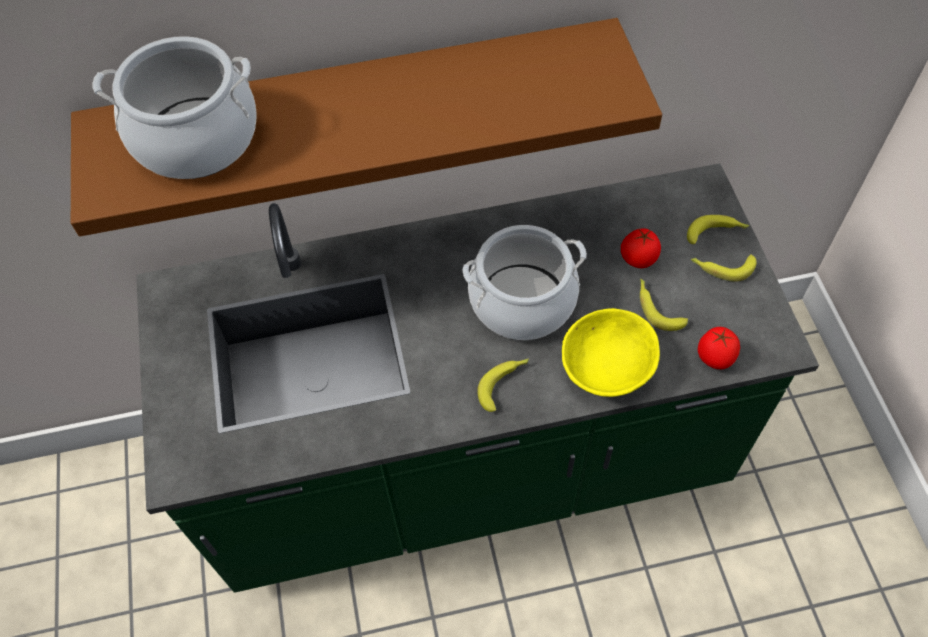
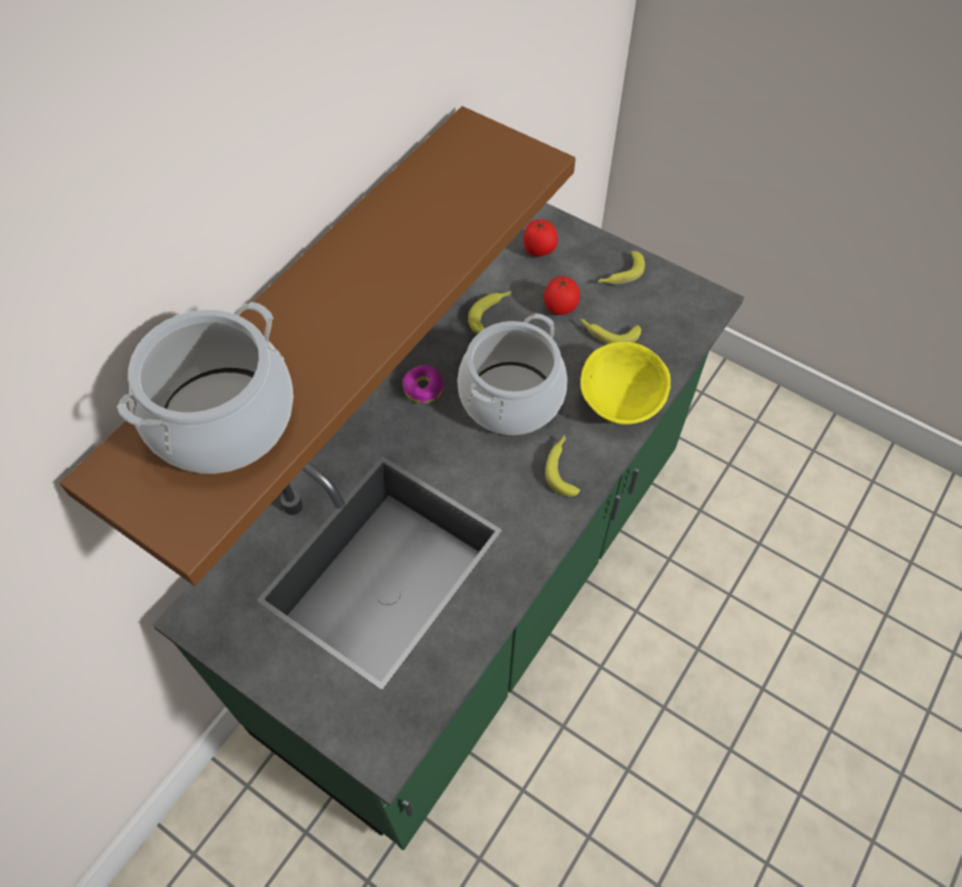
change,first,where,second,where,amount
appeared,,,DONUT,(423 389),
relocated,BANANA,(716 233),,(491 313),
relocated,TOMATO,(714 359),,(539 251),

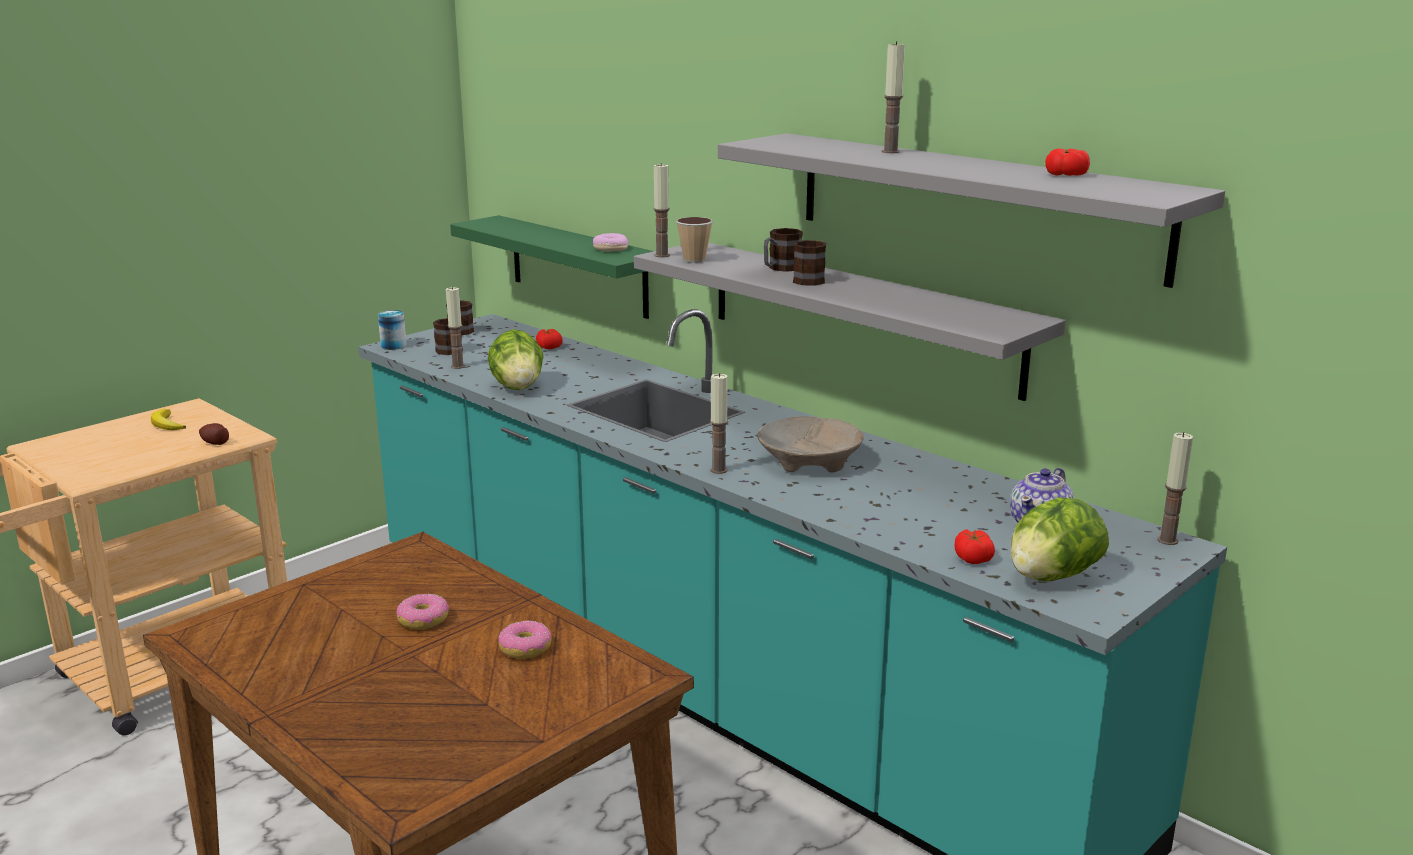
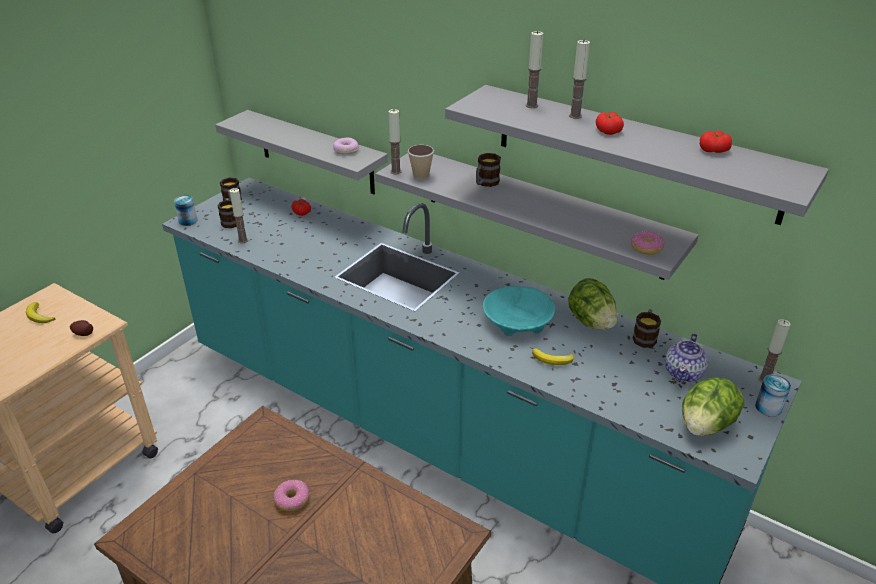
change,first,where,second,where,amount
colour,GREEN SHELF,(578 266),GREY SHELF,(316 152),
colour,BEIGE BOWL,(809 460),TURQUOISE BOWL,(517 321),
relocated,CANDLE,(718 470),,(531 105),
appeared,,,BANANA,(553 360),
relocated,LETTUCE,(518 387),,(591 322),
relocated,TOMATO,(972 558),,(608 131),
relocated,DONUT,(525 648),,(646 248),
relocated,MUG,(812 279),,(645 337),
appeared,,,CAN,(768 407),

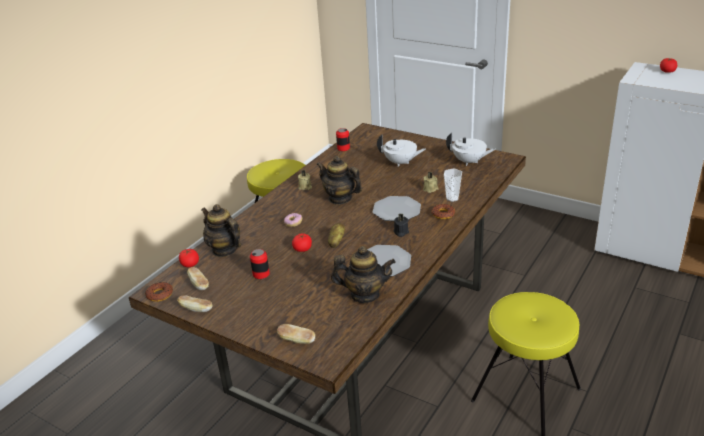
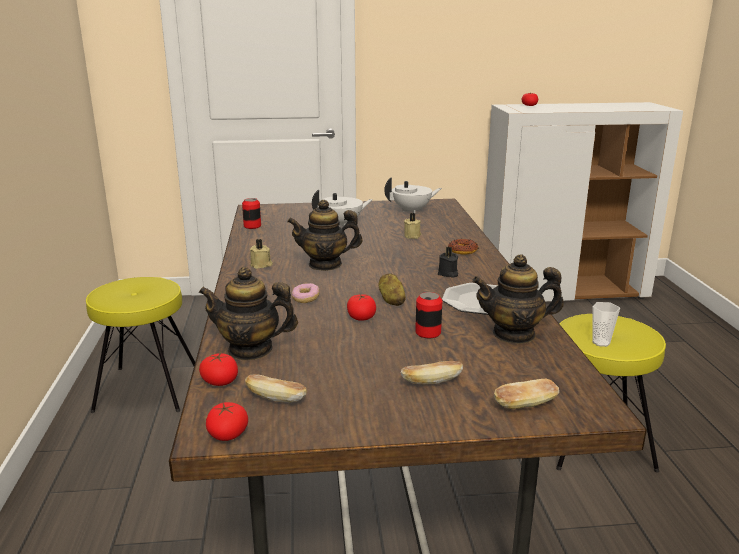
change,first,where,second,where,amount
exchanged,DONUT,(159 295),TOMATO,(228 434),
relocated,BREAD,(196 309),,(431 382),
relocated,CAN,(261 274),,(428 333),
spun,TEAPOT,(364 294),,(514 334),150 degrees counterclockwise
relocated,CUP,(452 198),,(601 343),
missing,PLATE,(396 210),,,

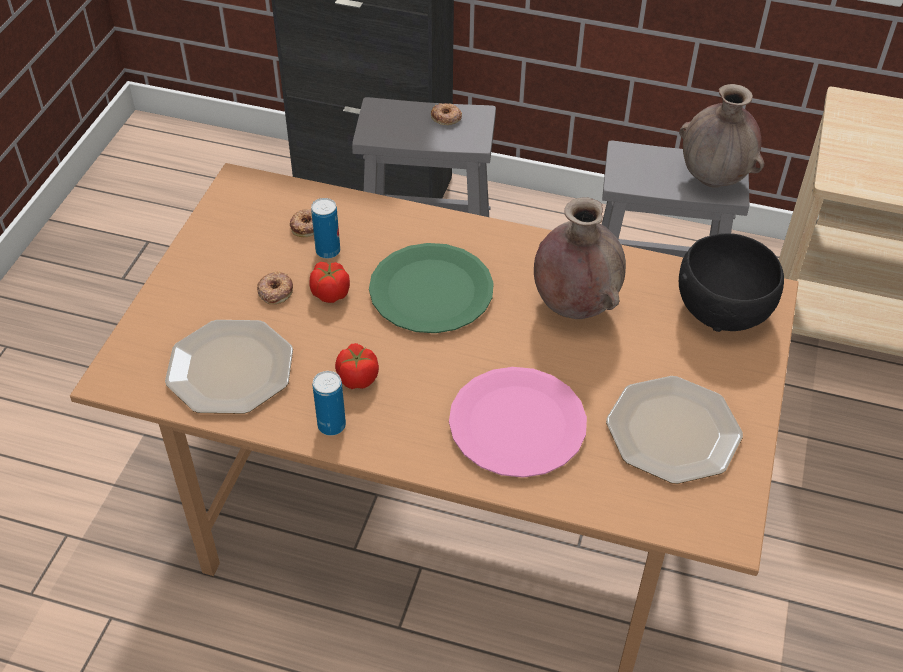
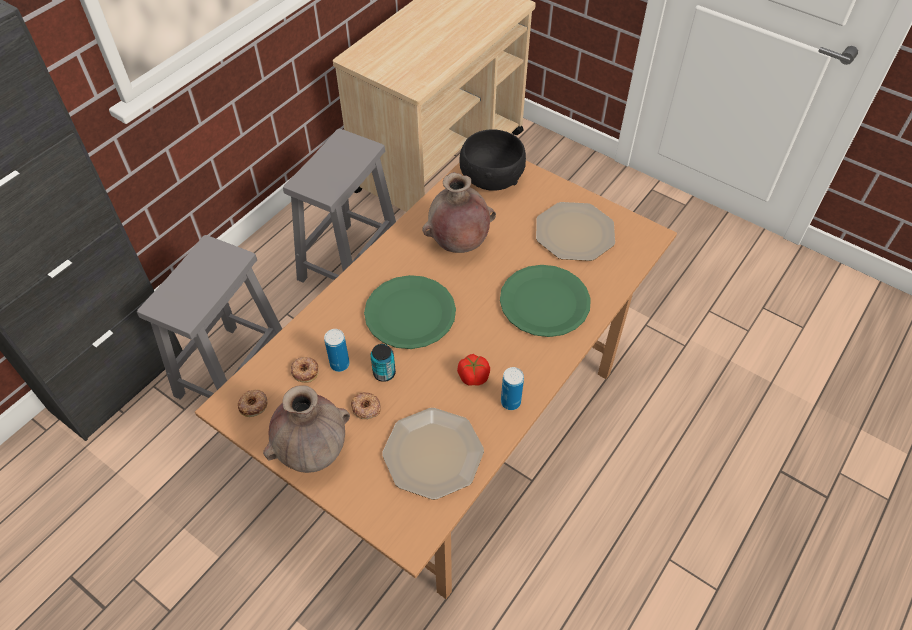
change,first,where,second,where,amount
relocated,DONUT,(446 117),,(253 405),
relocated,BROWN VASE,(714 180),,(313 453),
exchanged,TOMATO,(330 293),CAN,(384 373),
colour,PINK PLATE,(518 424),GREEN PLATE,(544 302),

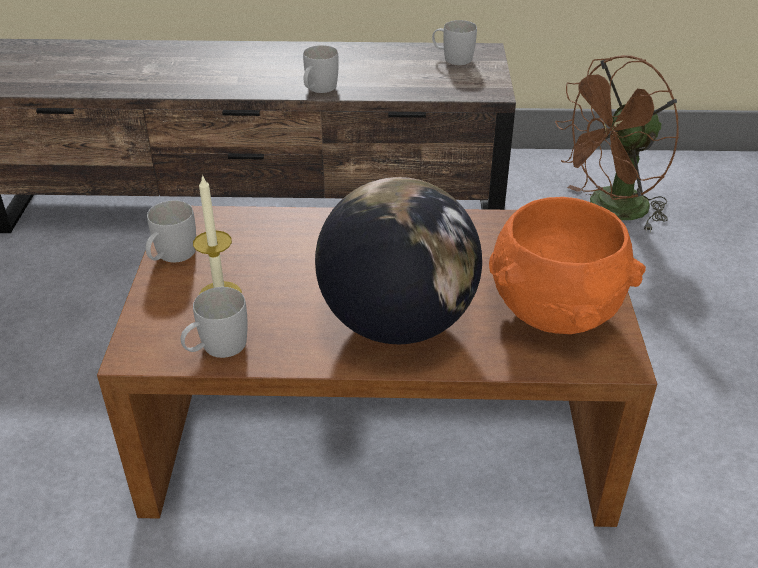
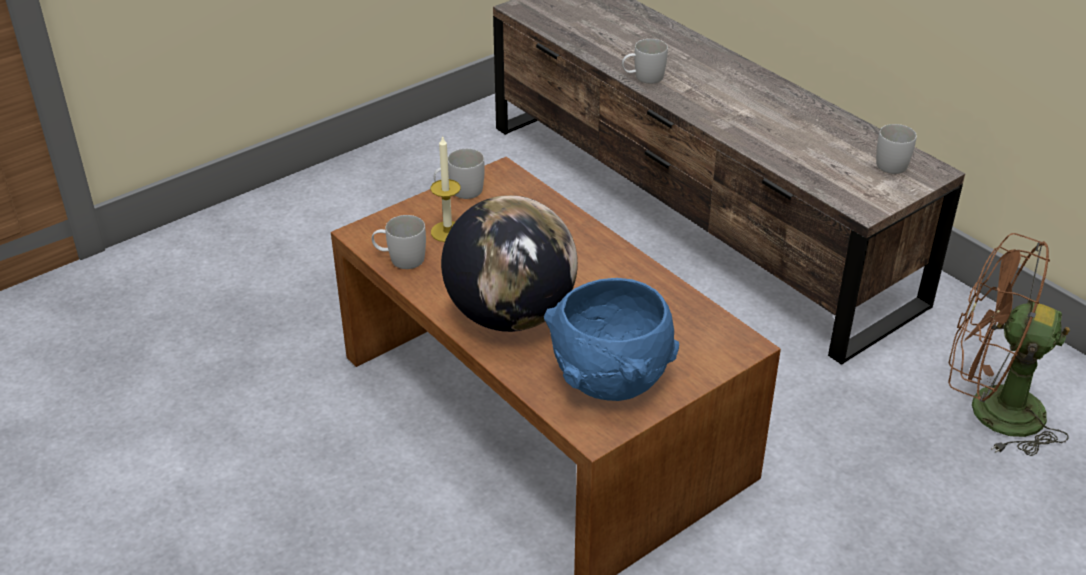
change,first,where,second,where,amount
colour,ORANGE BOWL,(555 313),BLUE BOWL,(610 380),
relocated,WHITE MUG,(318 89),,(643 78),

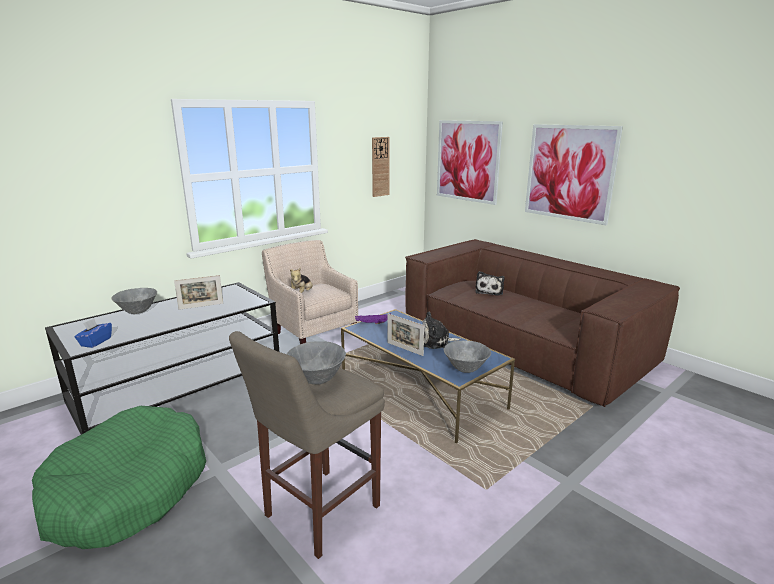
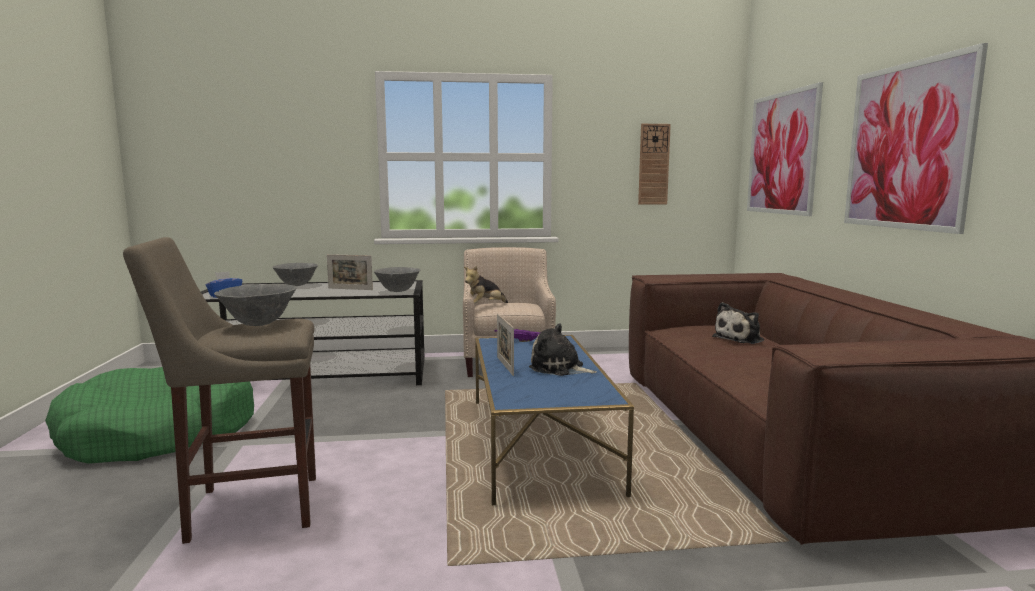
change,first,where,second,where,amount
relocated,GREY BOWL,(466 369),,(398 291),

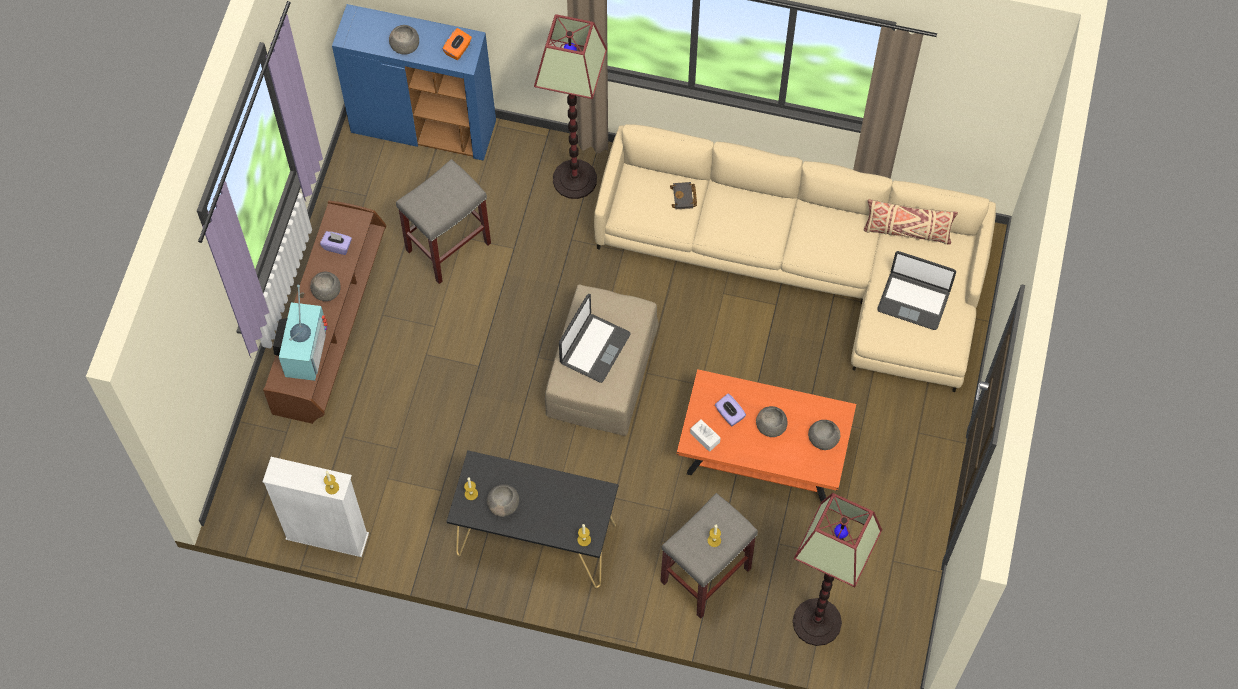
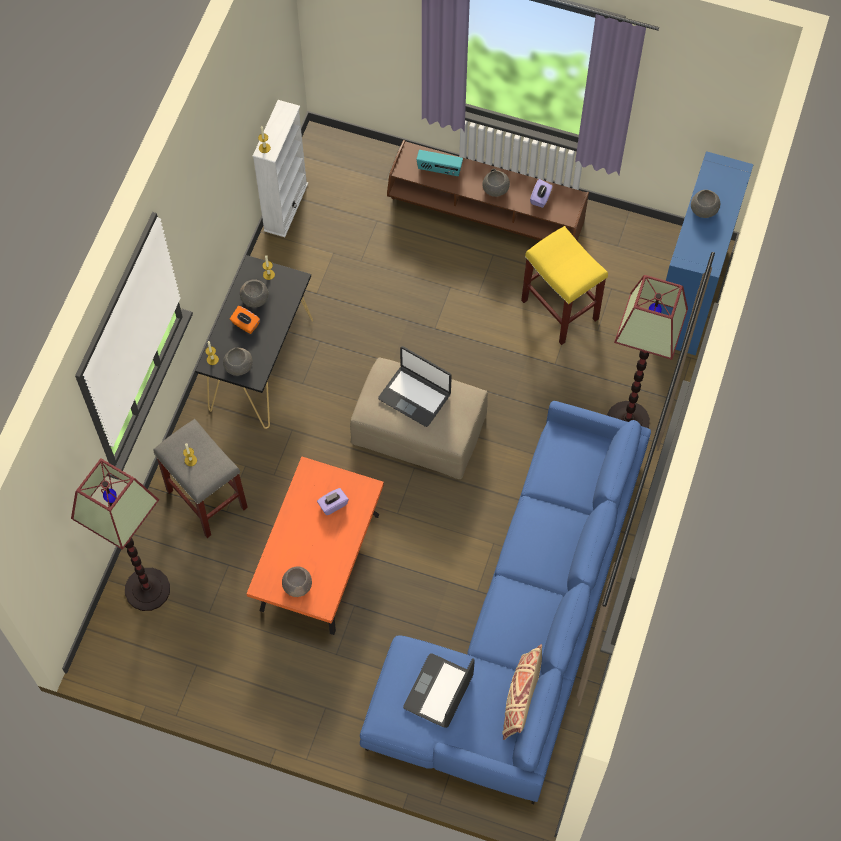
change,first,where,second,where,amount
relocated,GREY BOWL,(771 427),,(238 367),
relocated,ORANGE TISSUE BOX,(458 50),,(245 324),
colour,BEIGE SOFA,(808 264),BLUE SOFA,(519 626),
exchanged,TELEVISION,(302 350),RADIO,(439 170),
colour,GREY STOOL,(449 245),YELLOW STOOL,(561 310),
missing,BLACK BOOK,(684 197),,,
missing,WHITE TISSUE BOX,(705 437),,,

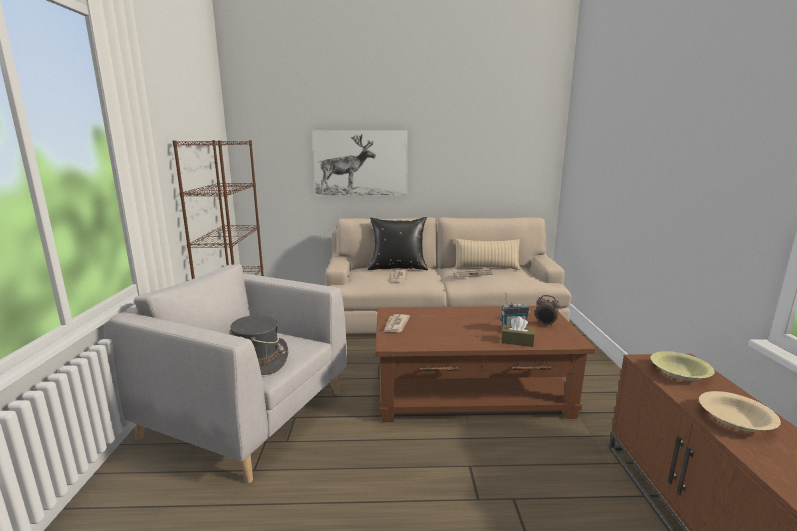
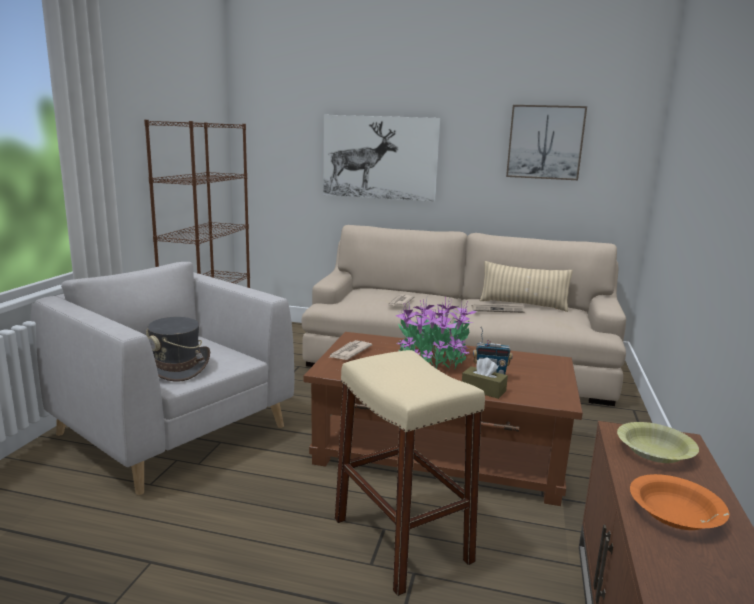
change,first,where,second,where,amount
appeared,,,BEIGE STOOL,(401 540),
appeared,,,POTTED PLANT,(433 359),
appeared,,,PICTURE,(545 142),
colour,BEIGE BOWL,(735 420),ORANGE BOWL,(675 514),
missing,BLACK PILLOW,(397 267),,,
missing,ALARM CLOCK,(545 324),,,

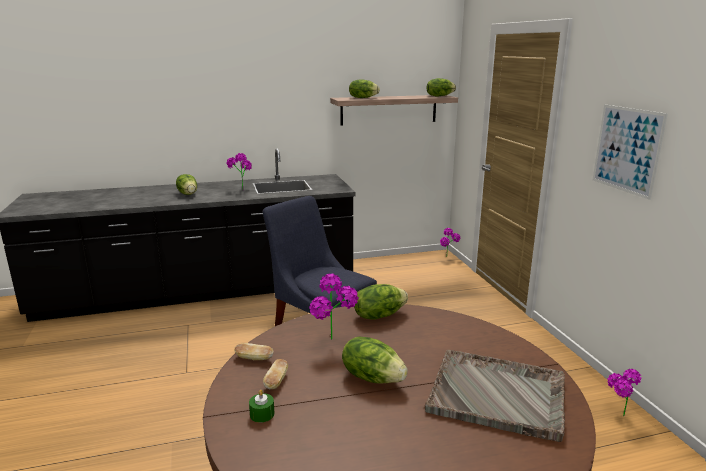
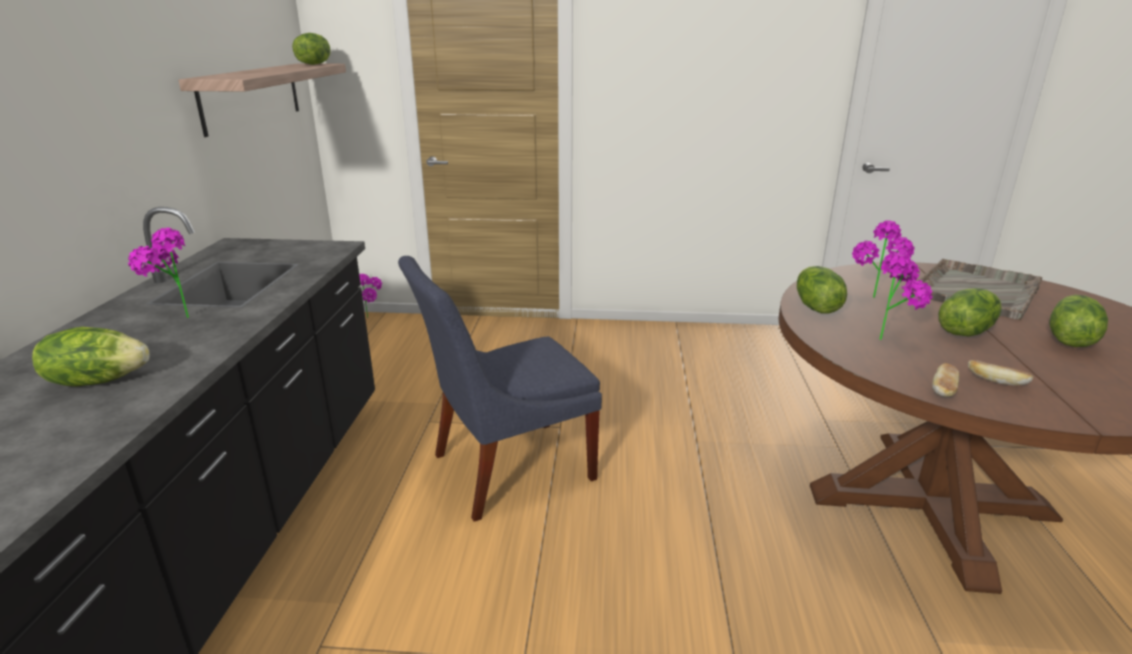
change,first,where,second,where,amount
relocated,POTTED PLANT,(616 415),,(873 301),
relocated,LETTUCE,(363 98),,(1068 340),
missing,GREEN CANDLE,(262 414),,,
missing,PICTURE,(627 150),,,

